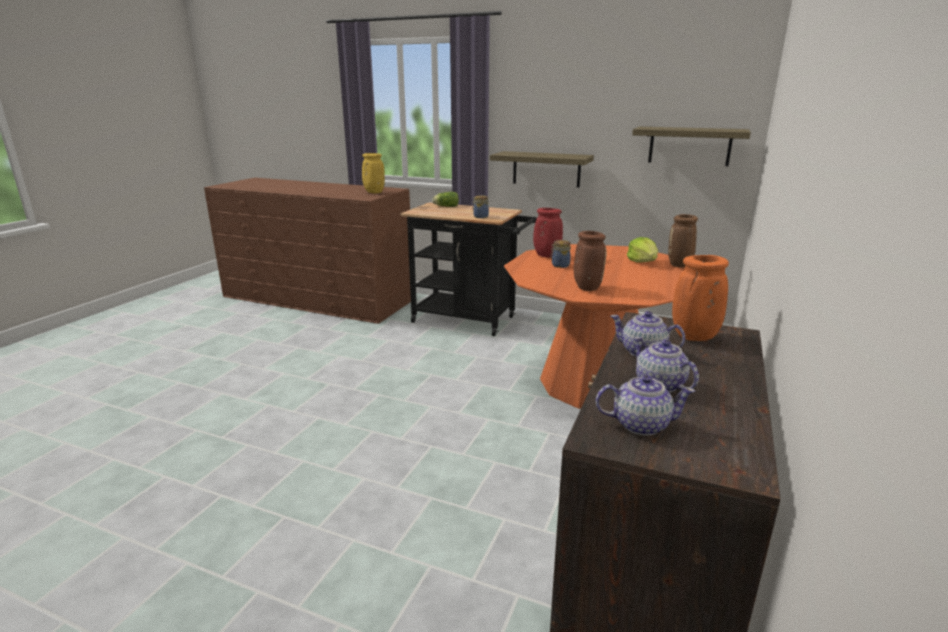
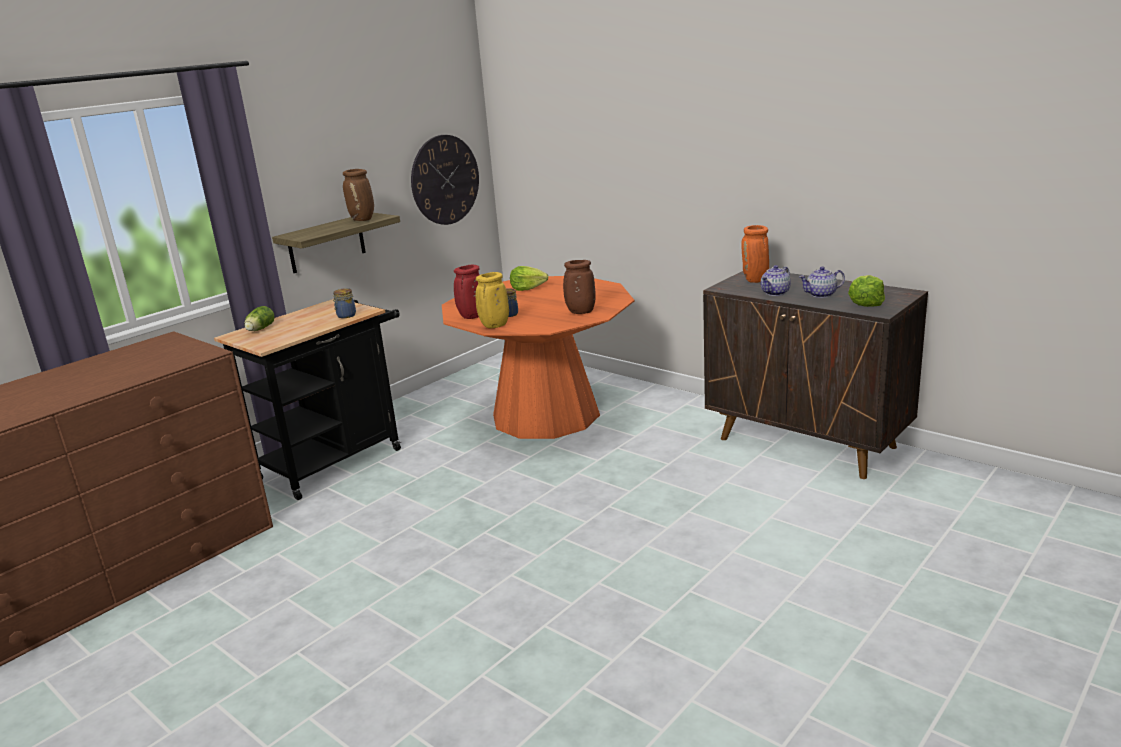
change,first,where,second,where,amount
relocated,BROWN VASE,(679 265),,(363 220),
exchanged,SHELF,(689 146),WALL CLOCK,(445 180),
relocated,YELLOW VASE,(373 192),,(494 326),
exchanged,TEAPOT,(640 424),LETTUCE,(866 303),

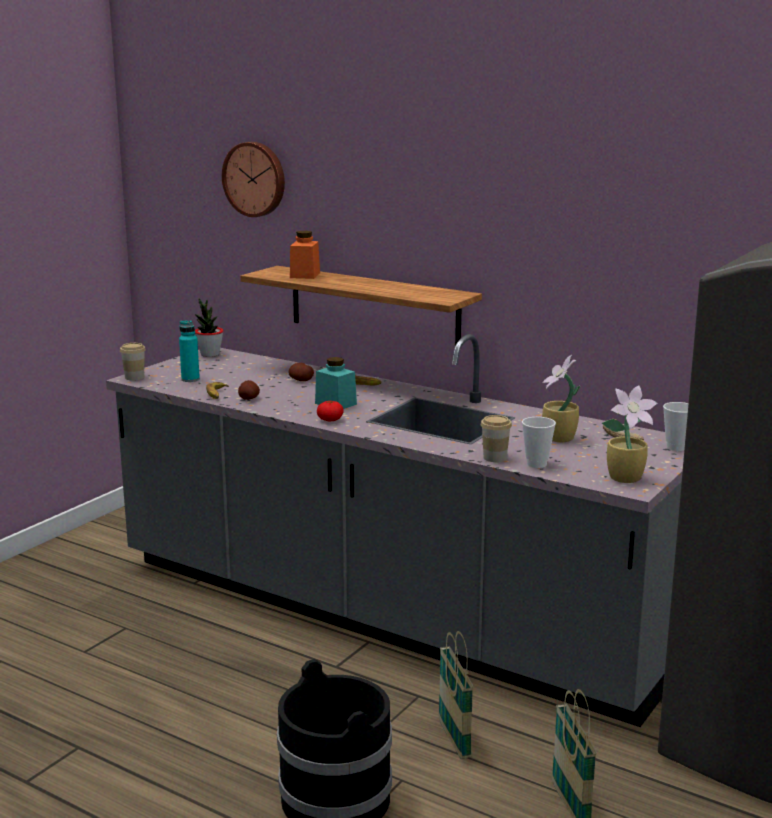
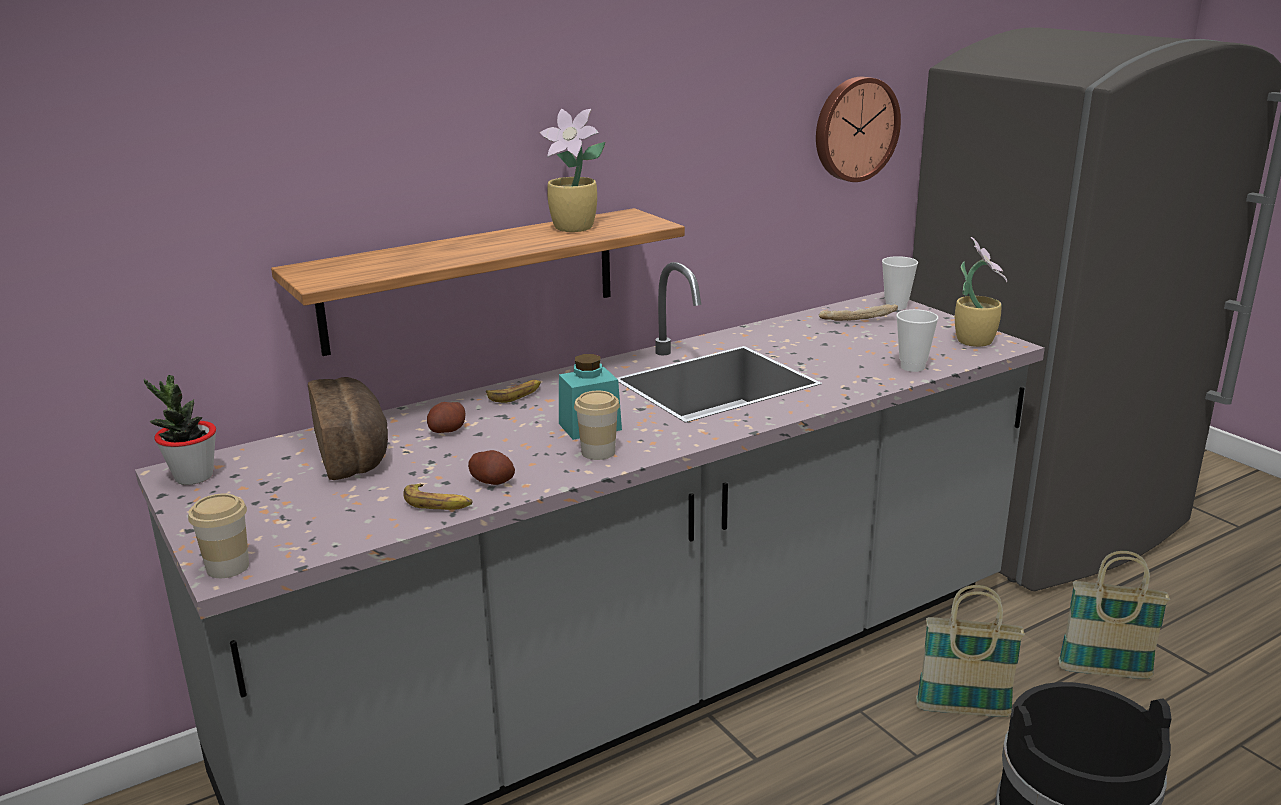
change,first,where,second,where,amount
appeared,,,BREAD,(355 452),
relocated,POTTED PLANT,(558 439),,(575 228),
relocated,CUP,(495 458),,(598 452),
relocated,WALL CLOCK,(255 179),,(854 129),
missing,TURQUOISE BOTTLE,(190 379),,,
missing,ORANGE JAR,(305 275),,,
missing,TOMATO,(330 420),,,

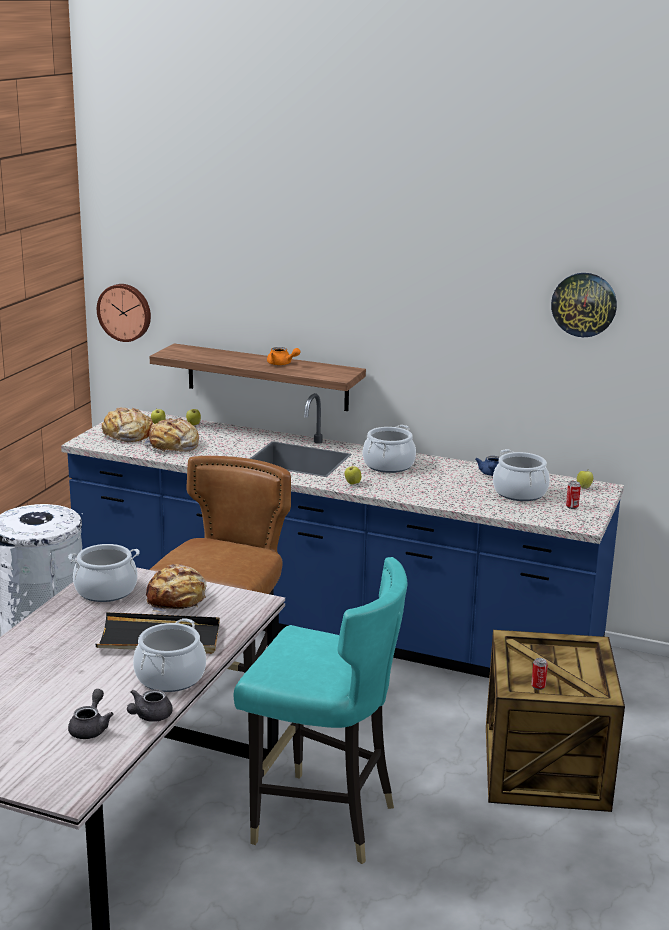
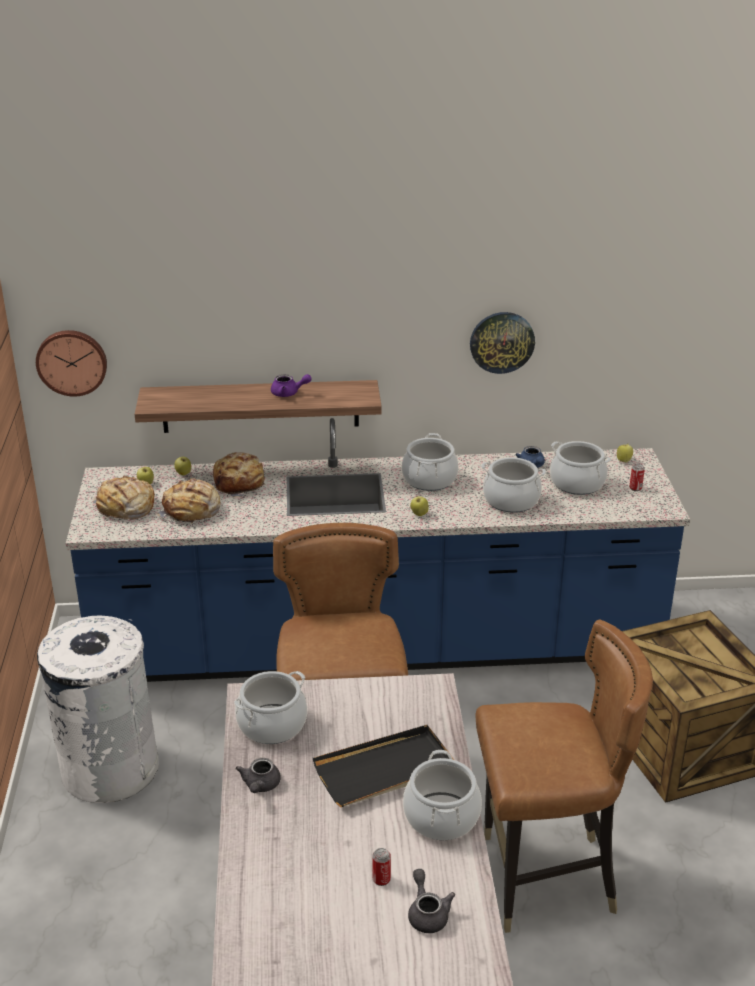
change,first,where,second,where,amount
relocated,BREAD,(177 599),,(240 483),
relocated,GREY TEAPOT,(149 716),,(260 786),
colour,ORANGE TEAPOT,(282 364),PURPLE TEAPOT,(289 393),
relocated,CAN,(538 686),,(381 879),
relocated,WALL CLOCK,(584 304),,(502 342),
colour,TURQUOISE CHAIR,(321 820),BROWN CHAIR,(545 879),
appeared,,,COOKING POT,(511 500),

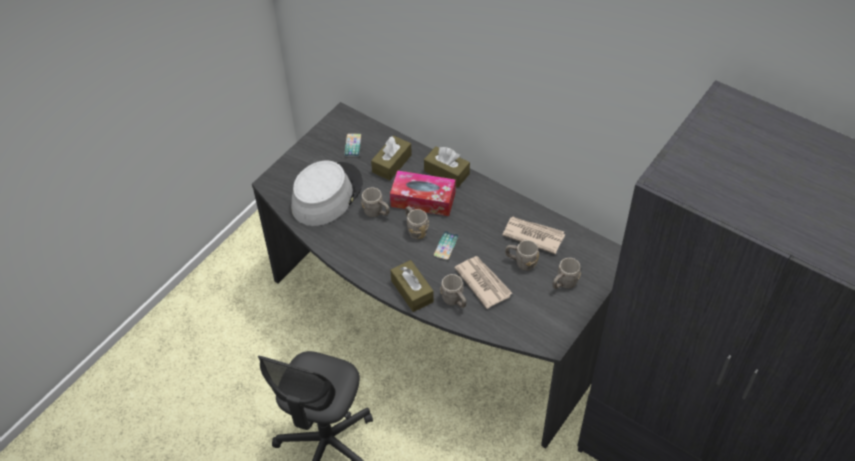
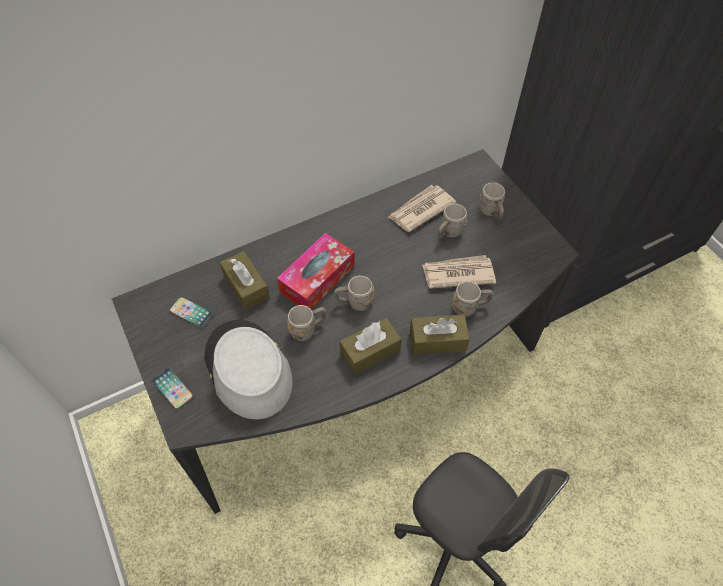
change,first,where,second,where,amount
relocated,PHONE,(446 246),,(173 389),
relocated,BROWN TISSUE BOX,(446 172),,(370 351),

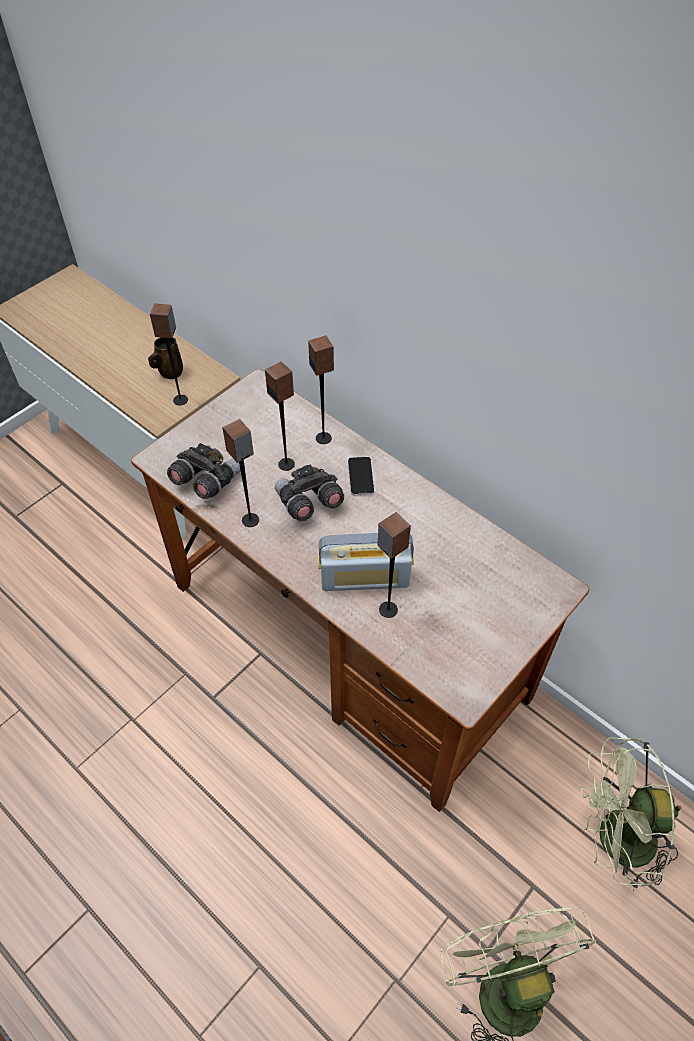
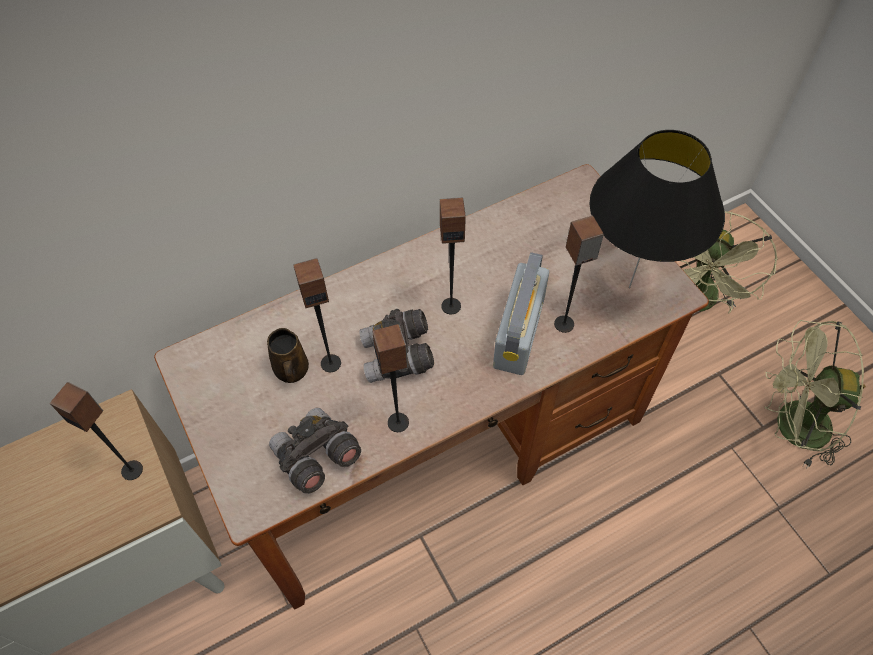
change,first,where,second,where,amount
relocated,BROWN MUG,(169 372),,(291 371),
relocated,SPEAKER,(324 438),,(451 305),
appeared,,,BLACK TABLE LAMP,(629 287),
missing,PHONE,(360 476),,,

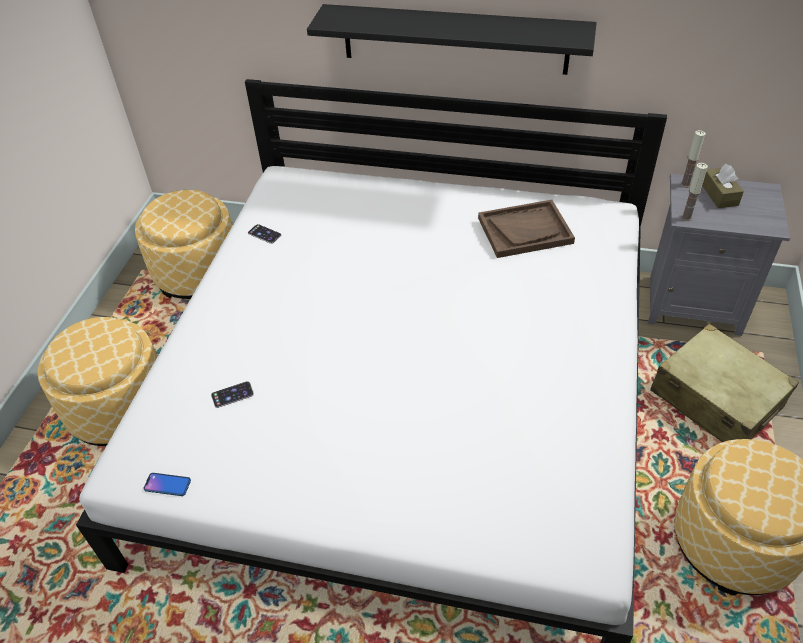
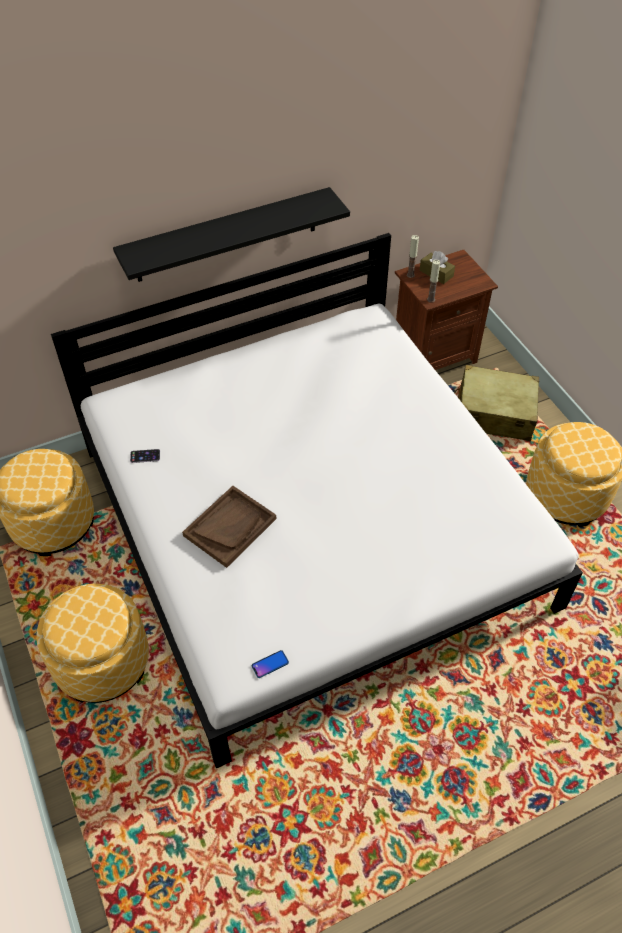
change,first,where,second,where,amount
relocated,BROWN TRAY,(525 230),,(230 527),
colour,GREY NIGHTSTAND,(693 304),BROWN NIGHTSTAND,(433 355),
missing,PHONE,(232 395),,,

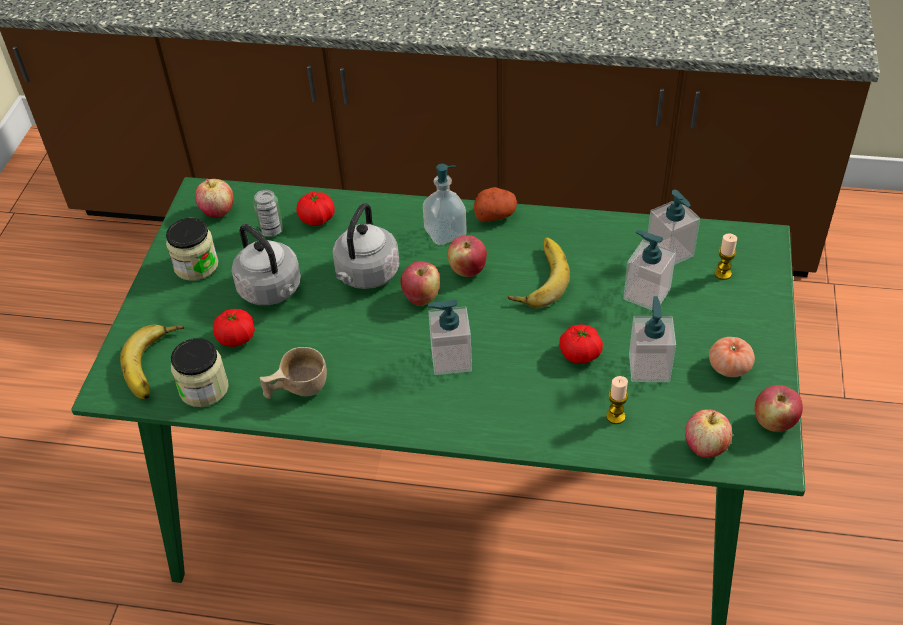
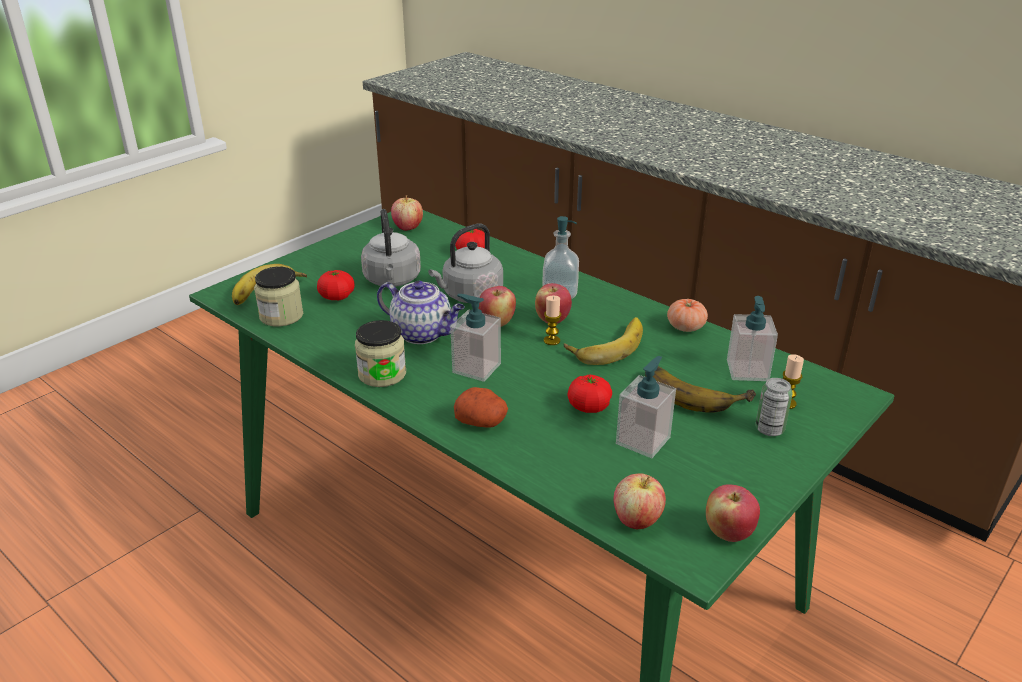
change,first,where,second,where,amount
relocated,JAR,(196 265),,(382 374),
appeared,,,TEAPOT,(423 334),
relocated,POTATO,(495 214),,(482 421),
relocated,CANDLE,(615 416),,(552 340),
exchanged,SOAP DISPENSER,(646 294),BANANA,(694 390),
relocated,TOMATO,(729 367),,(685 327),
relocated,CAN,(271 230),,(769 429),
missing,BEIGE CUP,(296 389),,,

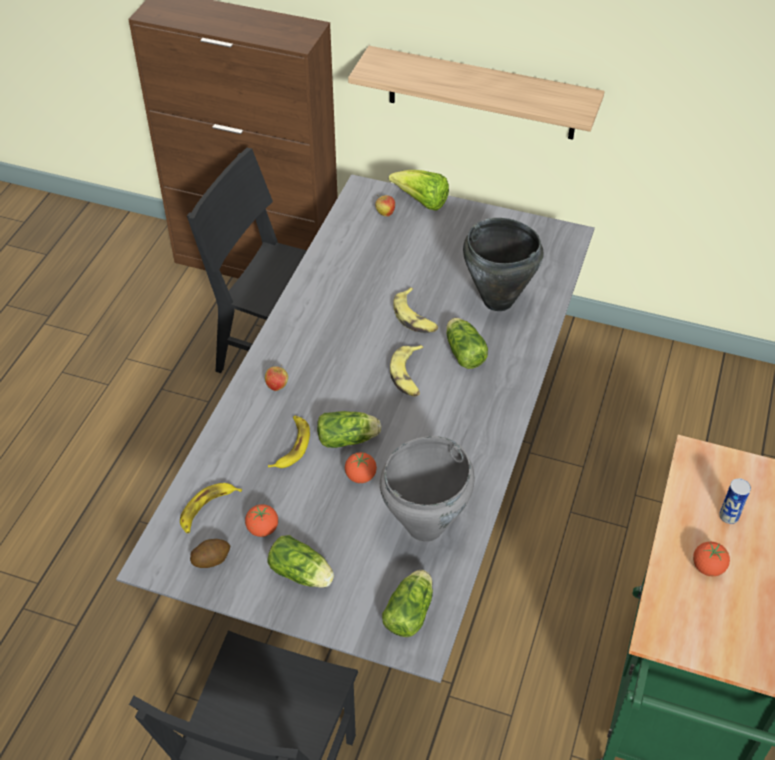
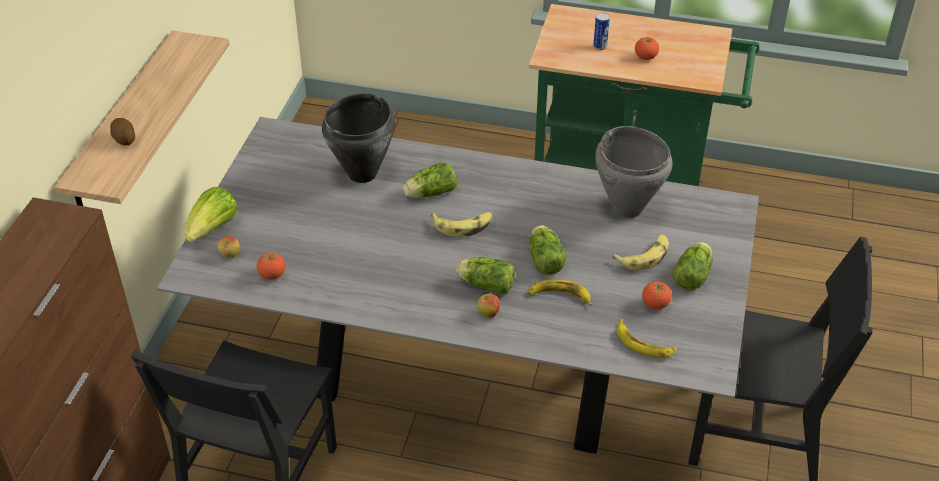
change,first,where,second,where,amount
relocated,POTATO,(211 559),,(124 139),
relocated,TOMATO,(360 476),,(272 275),
relocated,LETTUCE,(410 610),,(484 284),
relocated,BANANA,(415 317),,(644 256),

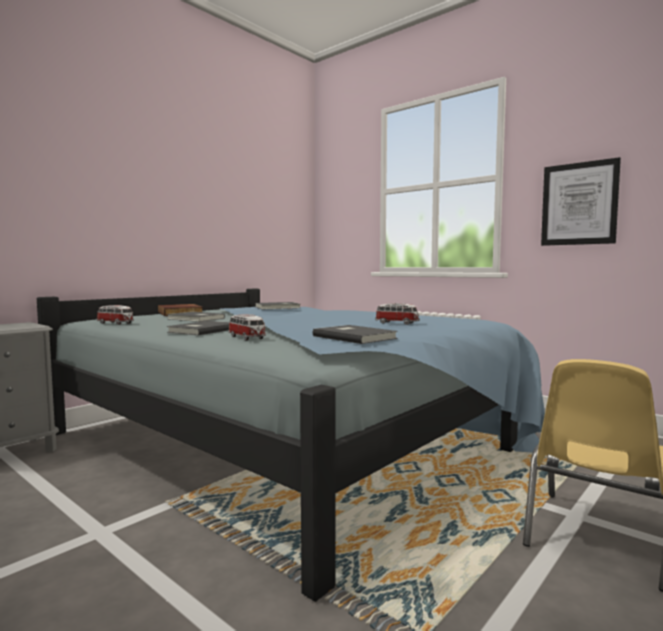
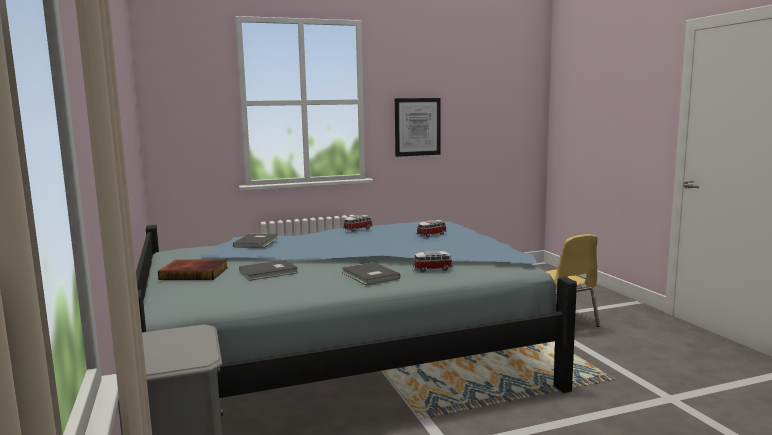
change,first,where,second,where,amount
relocated,TOY CAR,(116 323),,(358 229),
missing,GREY BOOK,(355 337),,,

